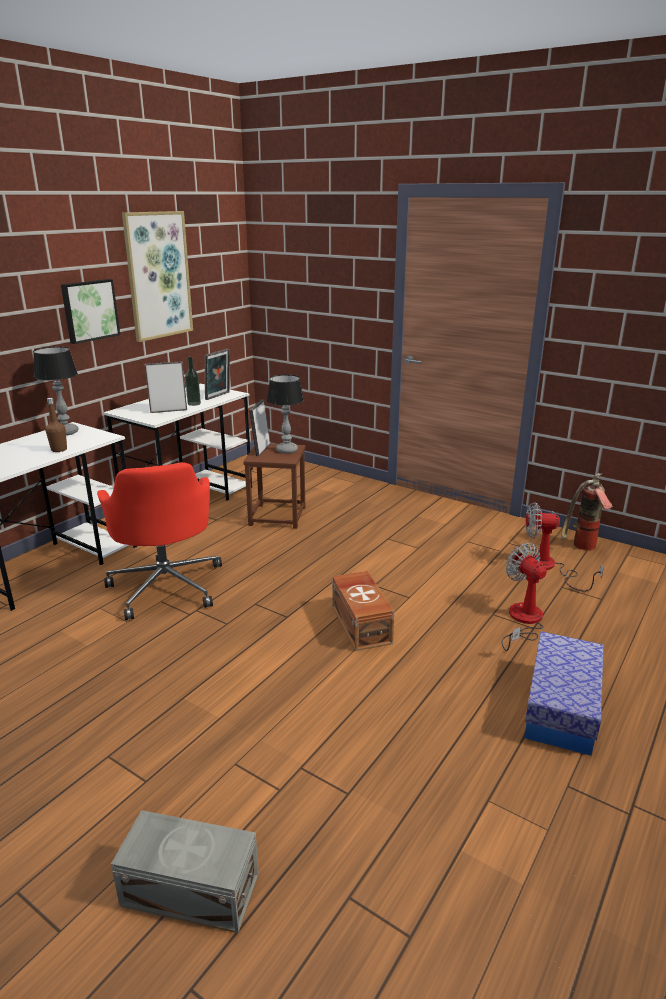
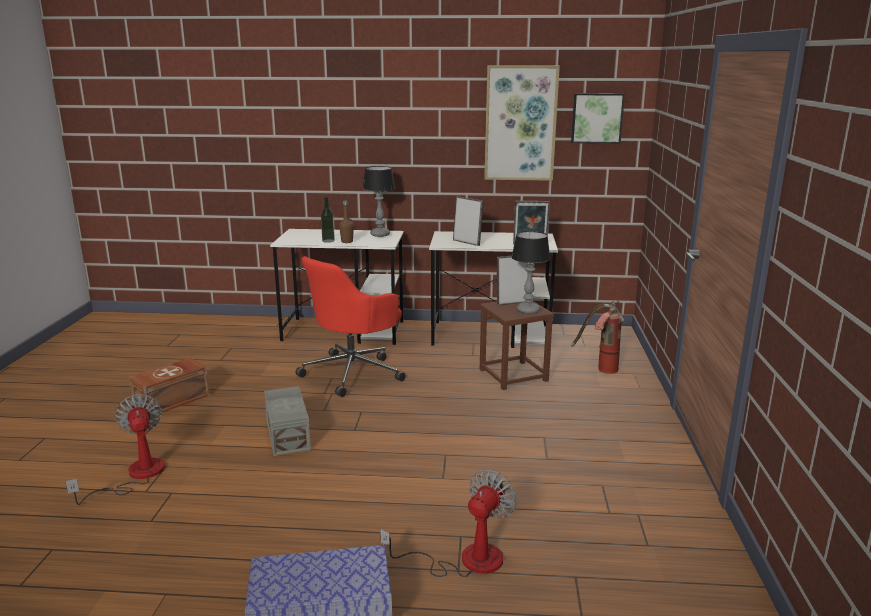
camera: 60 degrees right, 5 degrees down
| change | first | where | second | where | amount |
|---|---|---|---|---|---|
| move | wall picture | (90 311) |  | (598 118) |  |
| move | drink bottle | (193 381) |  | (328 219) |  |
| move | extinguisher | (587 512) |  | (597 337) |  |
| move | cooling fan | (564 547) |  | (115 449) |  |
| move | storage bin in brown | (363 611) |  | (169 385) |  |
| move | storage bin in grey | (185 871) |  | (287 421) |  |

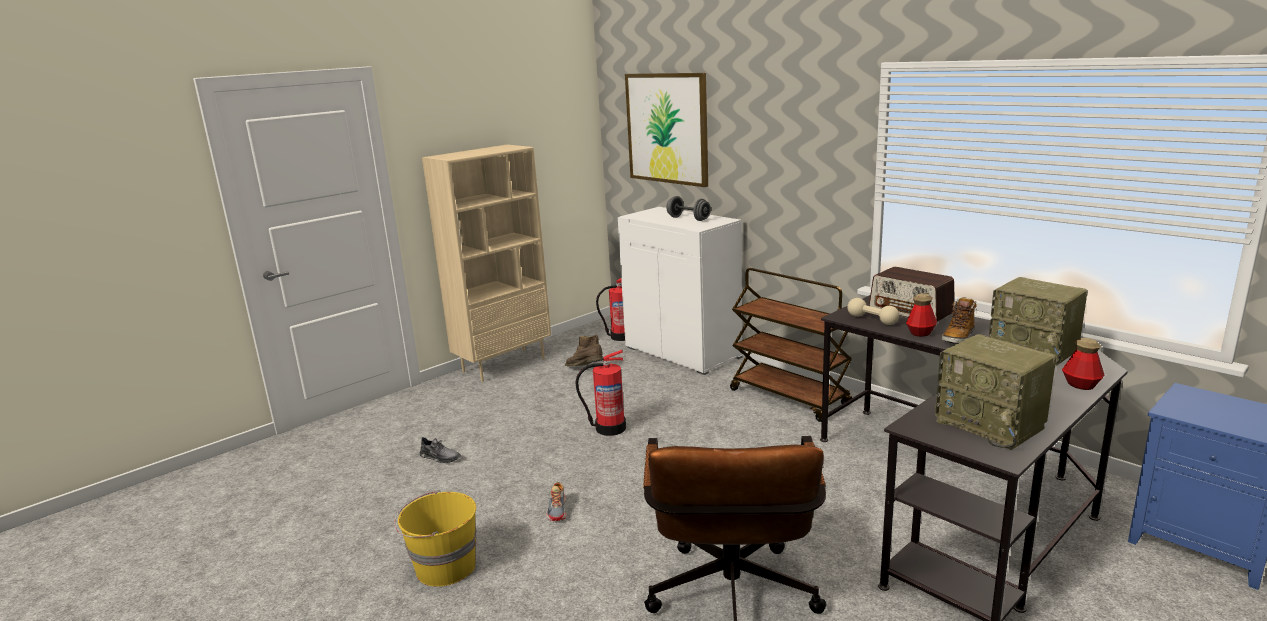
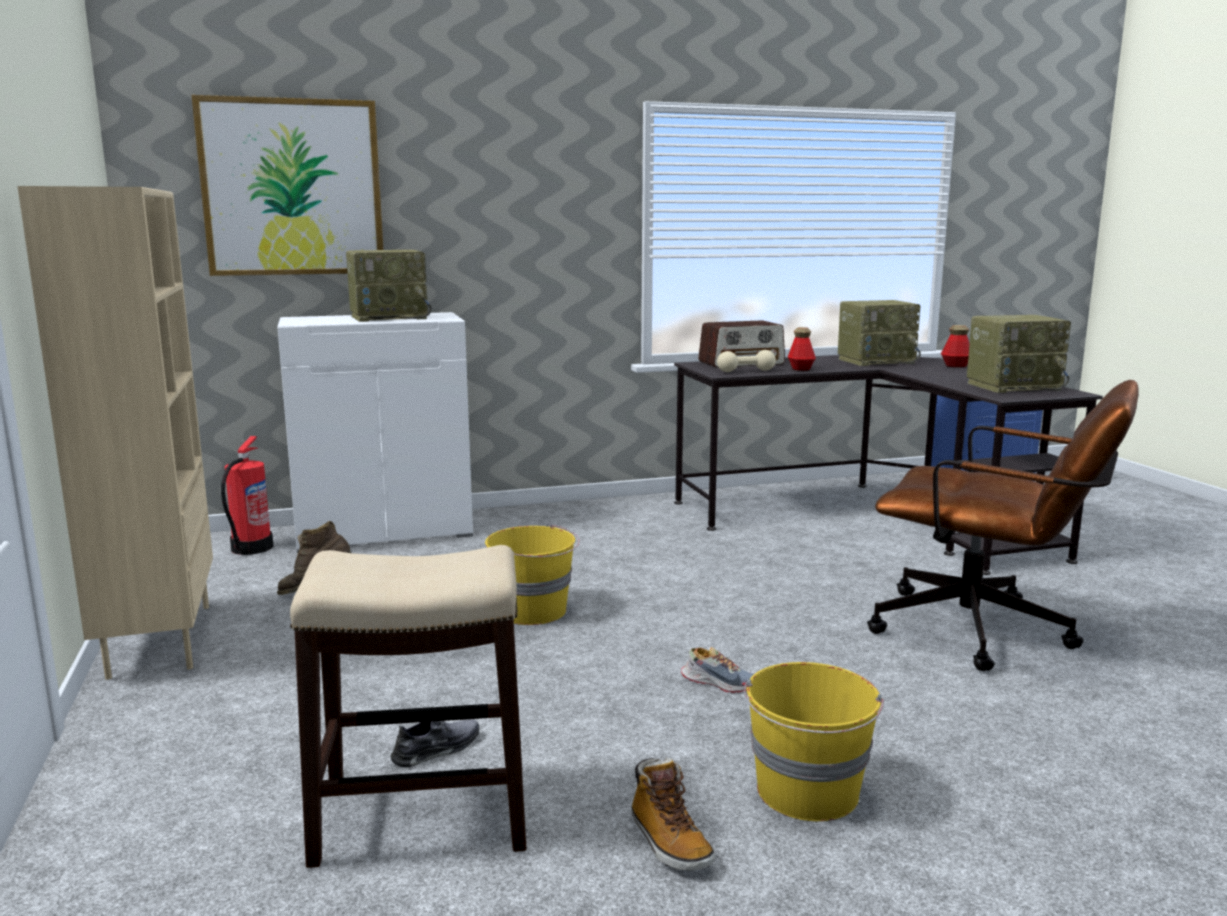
camera: 65 degrees left, 5 degrees down
| change | first | where | second | where | amount |
|---|---|---|---|---|---|
| replace | hand weight in grey | (688 208) | radio receiver | (389 286) |  |
| delete | trolley in brown | (791 345) |  |  |  |
| move | boot | (959 320) |  | (673 814) |  |
| replace | extinguisher | (600 393) | bucket in yellow-coloured | (532 574) |  |
| insert |  |  | stool | (408 706) |  |

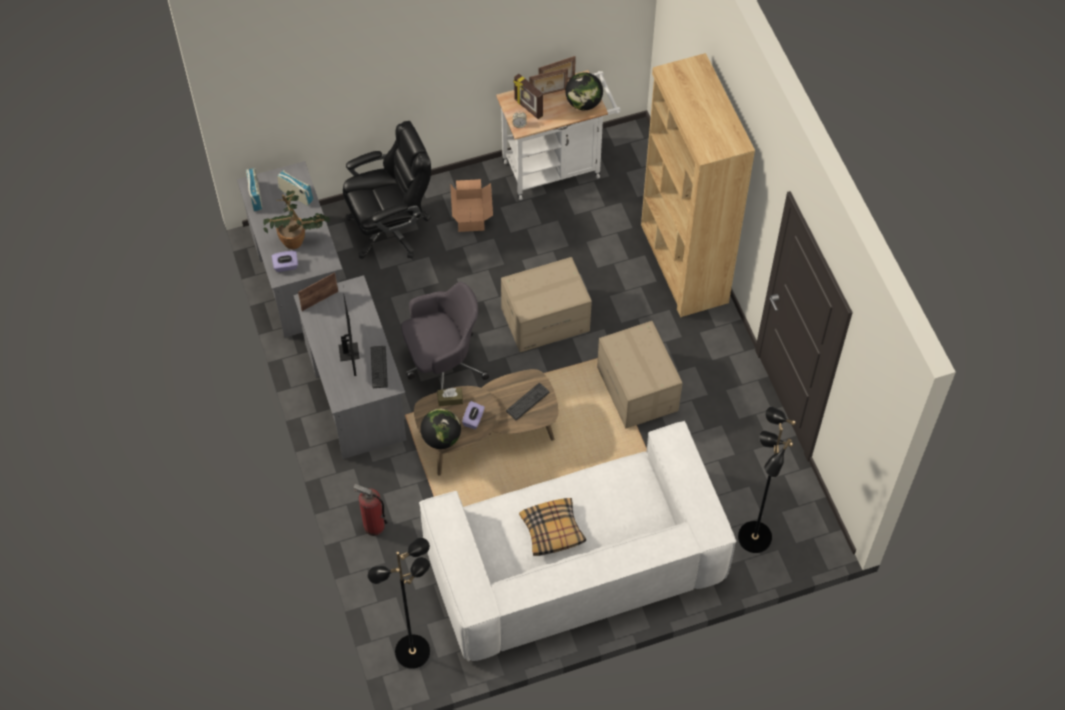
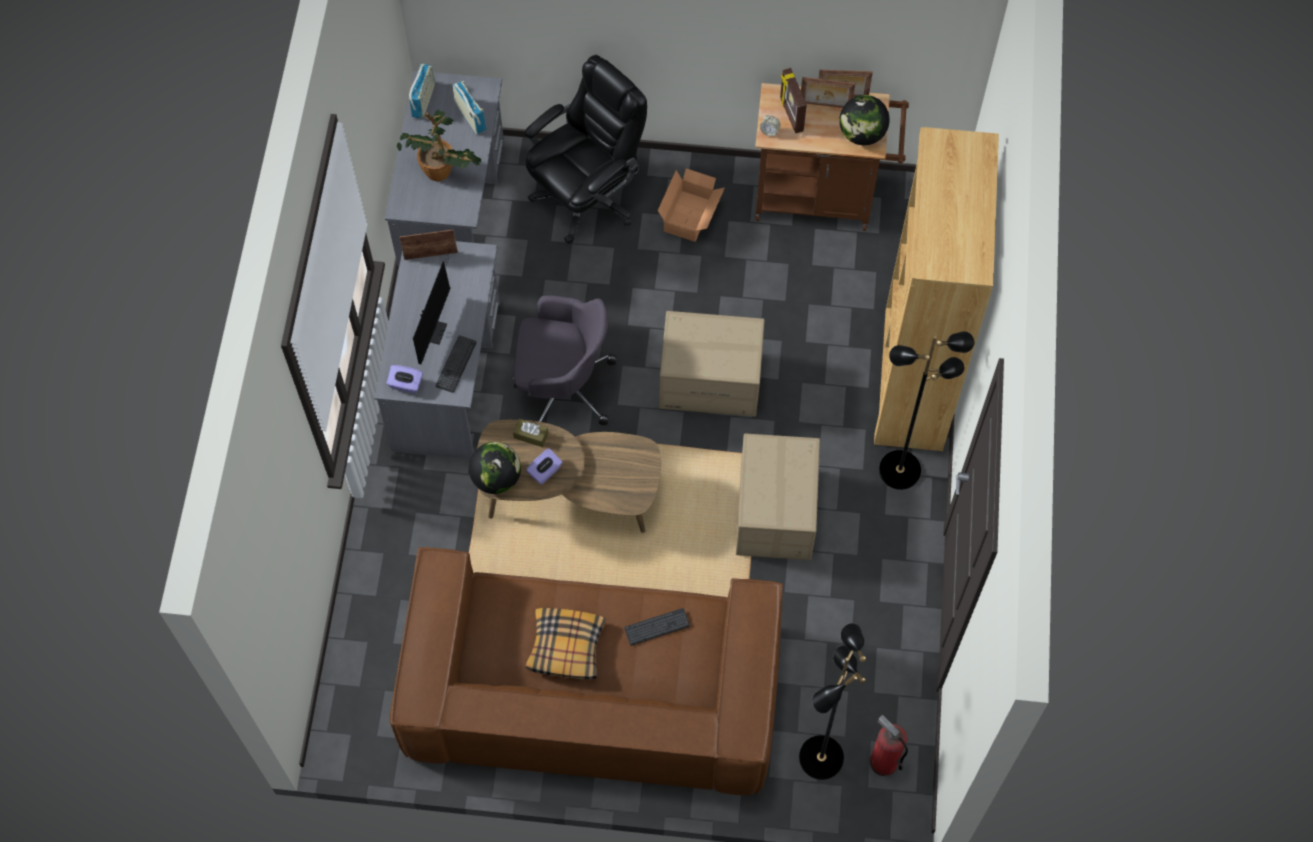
camera: 25 degrees right, 5 degrees up
| change | first | where | second | where | amount |
|---|---|---|---|---|---|
| recolor | trolley in whitish | (558 135) | trolley in brown | (832 157) |  |
| rotate | office chair in black | (387 190) |  | (586 149) | 45 degrees counterclockwise |
| move | tissue box in purplish | (285 261) |  | (405 379) |  |
| move | keyboard | (527 401) |  | (657 626) |  |
| recolor | sofa in whitish | (577 541) | sofa in brown | (586 671) |  |
| move | extinguisher | (370 510) |  | (889 745) |  |
| move | standing lamp in black | (399 603) |  | (926 410) |  |

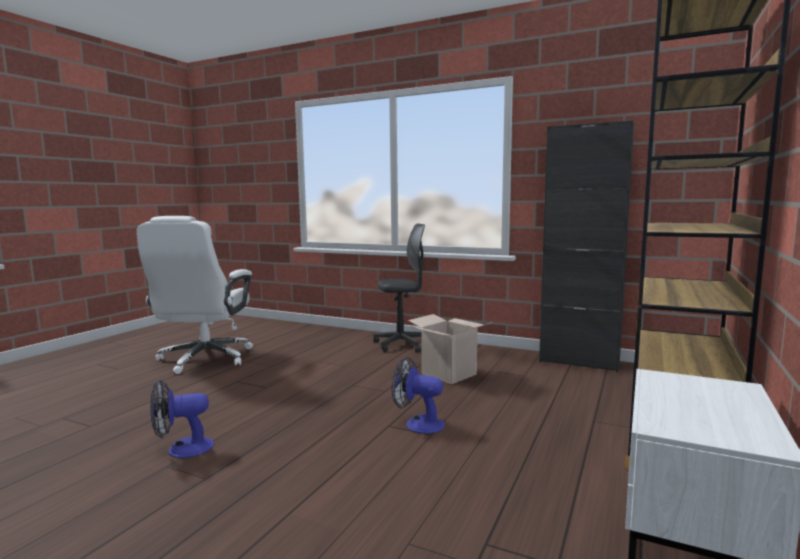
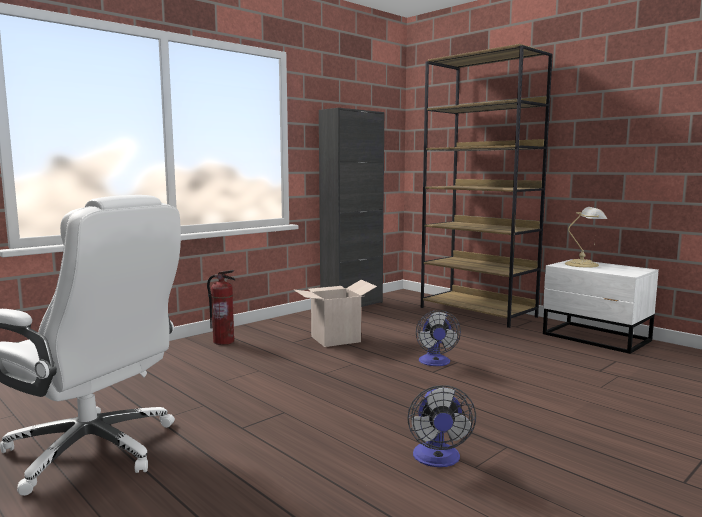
camera: 70 degrees left, 0 degrees up
| change | first | where | second | where | amount |
|---|---|---|---|---|---|
| replace | office chair in grey | (399 287) | extinguisher | (221 307) |  |
| rotate | cooling fan | (418 395) |  | (438 338) | 45 degrees counterclockwise |
| insert |  |  | table lamp | (586 237) |  |

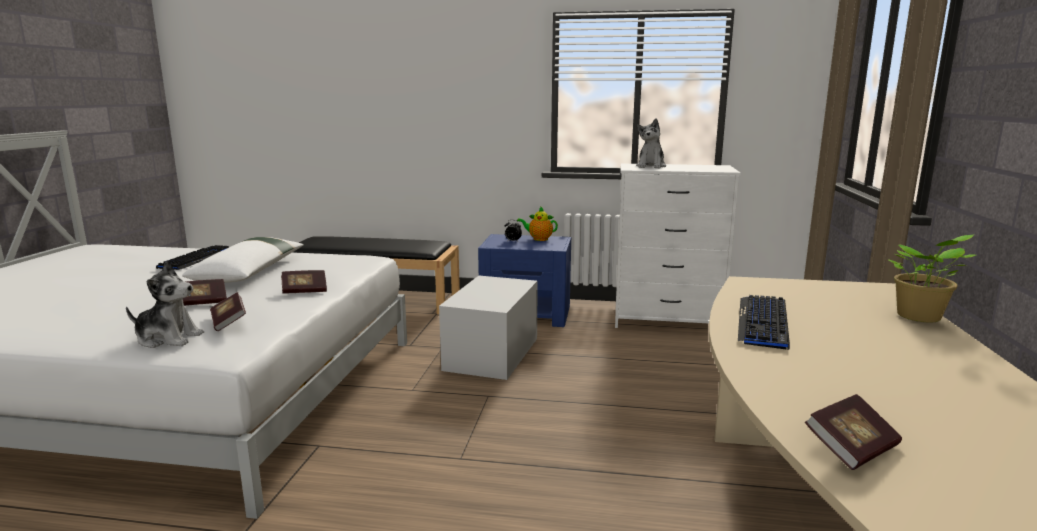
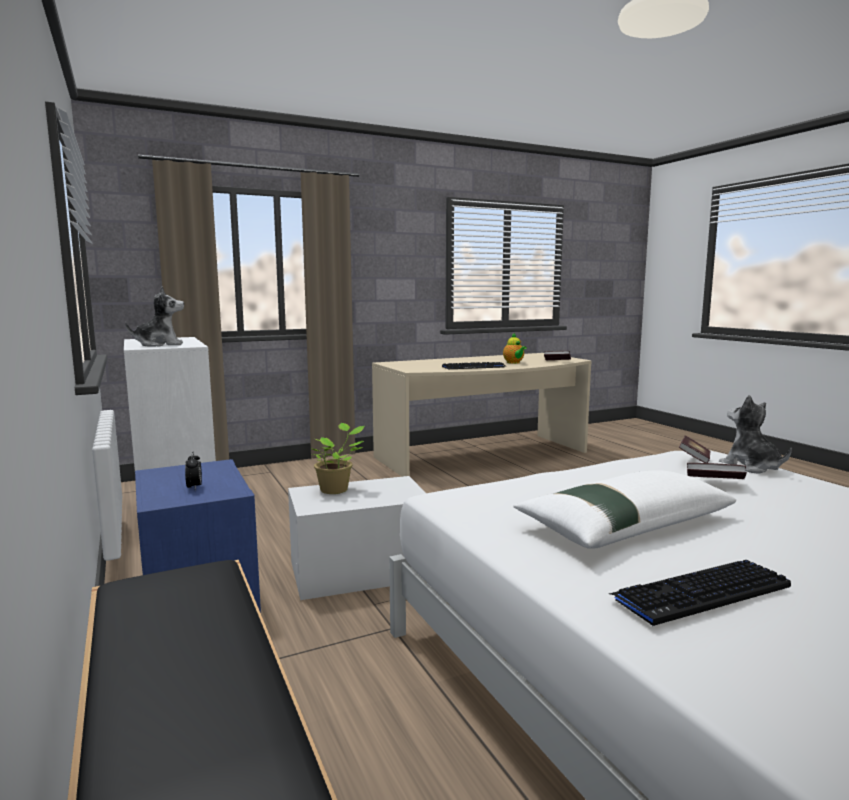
camera: 125 degrees left, 5 degrees down
| change | first | where | second | where | amount |
|---|---|---|---|---|---|
| move | tea pot | (537 223) |  | (515 348) |  |
| move | plant in a pot | (931 279) |  | (338 458) |  |
| delete | book | (304 282) |  |  |  |

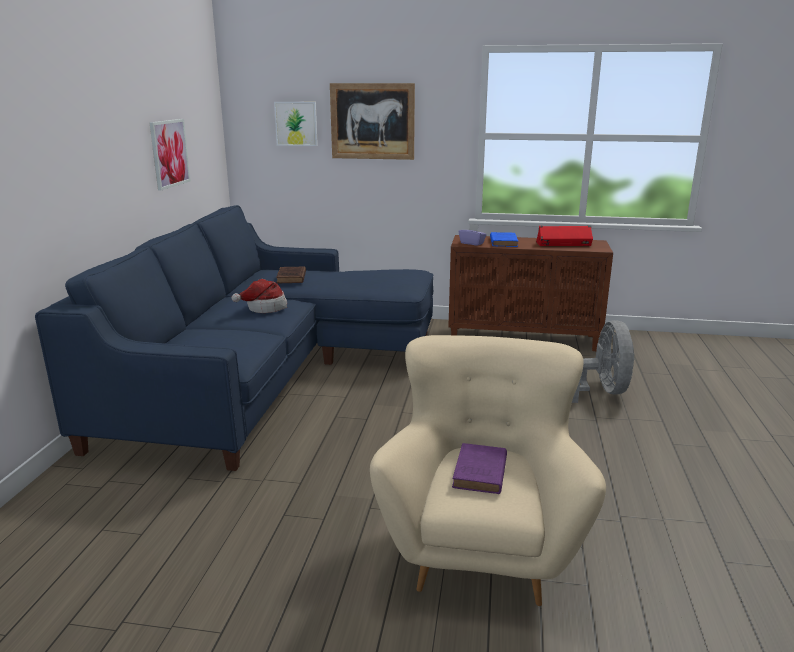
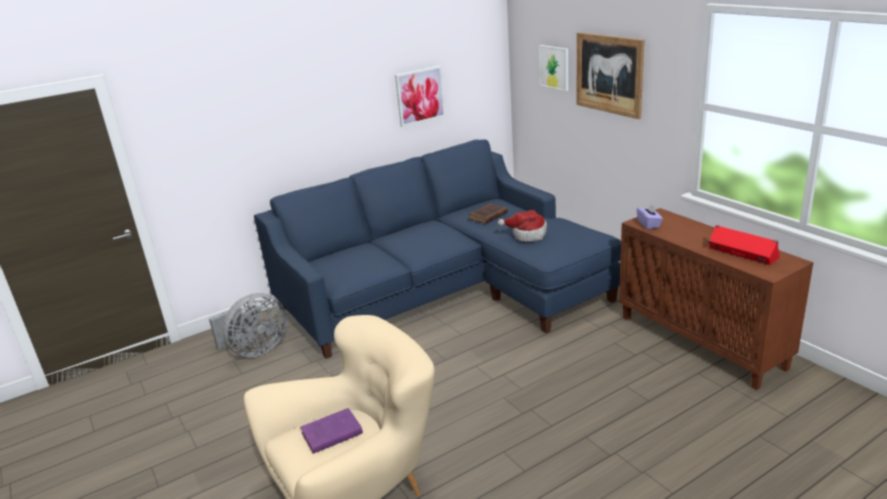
camera: 50 degrees right, 5 degrees up
| change | first | where | second | where | amount |
|---|---|---|---|---|---|
| delete | book in blue | (504 239) |  |  |  |
| move | clothing hat | (259 296) |  | (522 226) |  |
| move | cooling fan in grey | (603 361) |  | (248 325) |  |

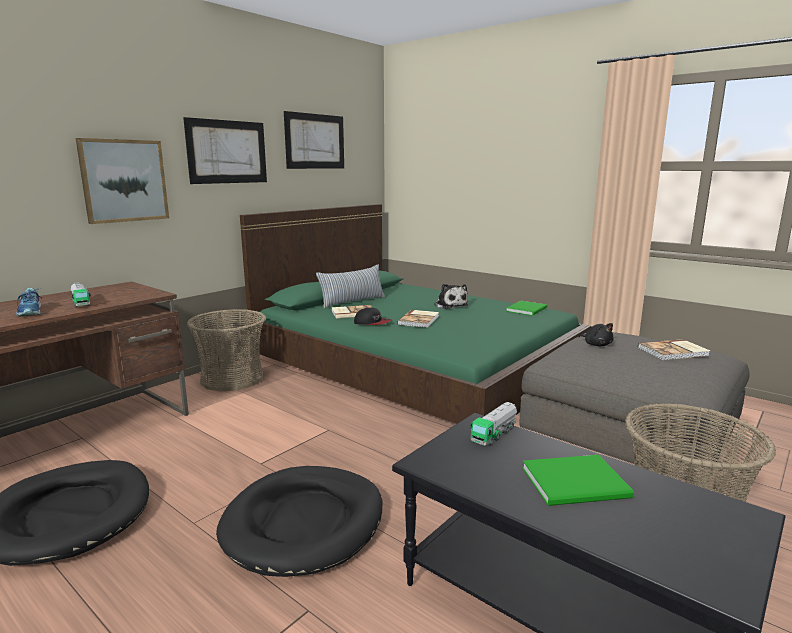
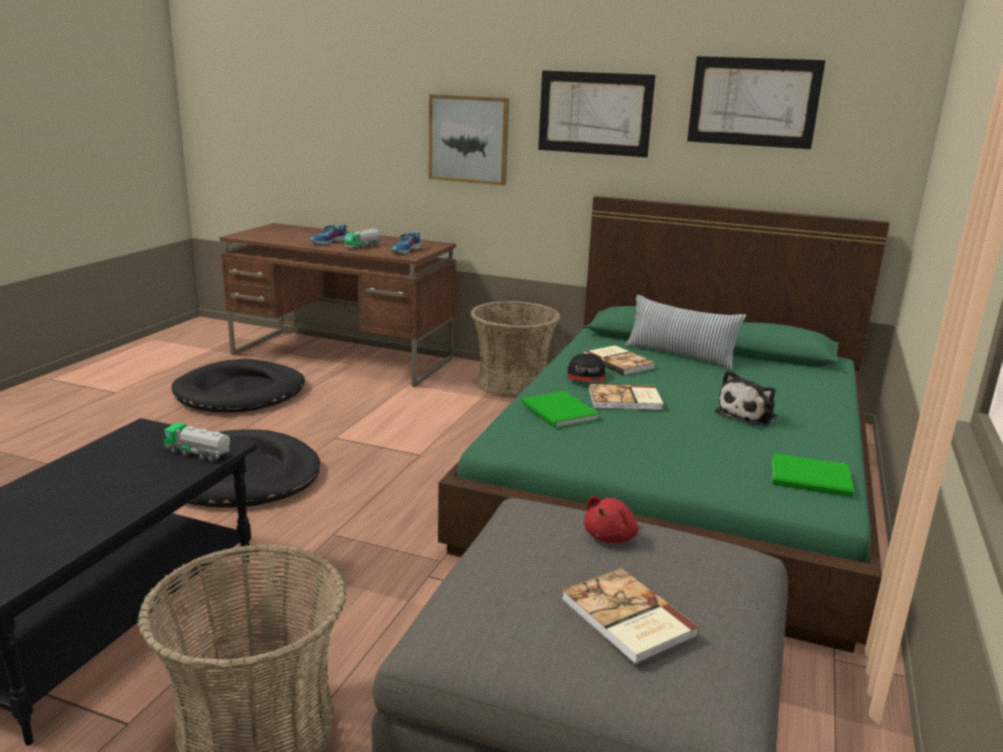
camera: 70 degrees right, 5 degrees up
| change | first | where | second | where | amount |
|---|---|---|---|---|---|
| recolor | plush toy in black | (596 334) | plush toy in reddish | (611 519) |  |
| move | book in green-coloured | (578 480) |  | (560 409) |  |
| insert |  |  | shoe | (406 242) |  |

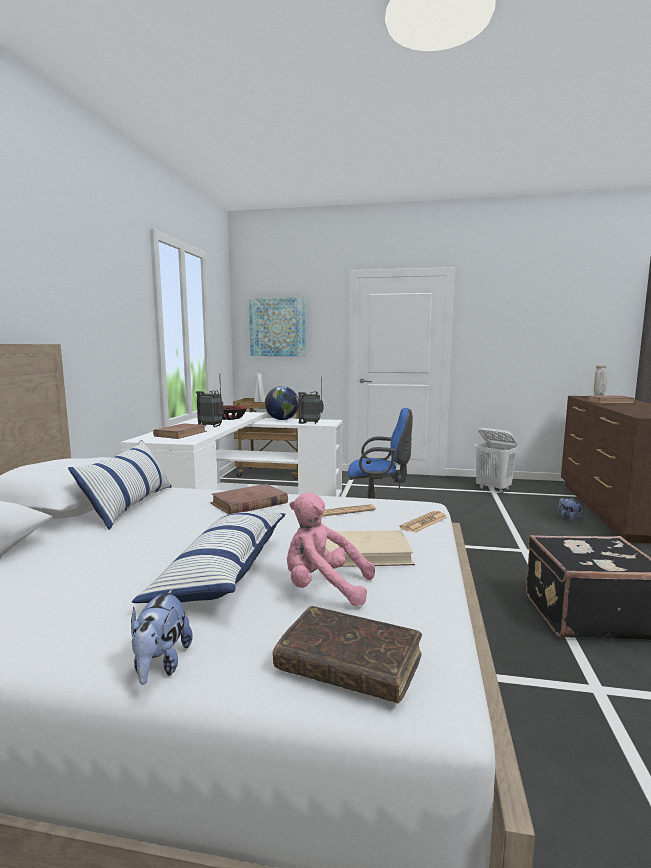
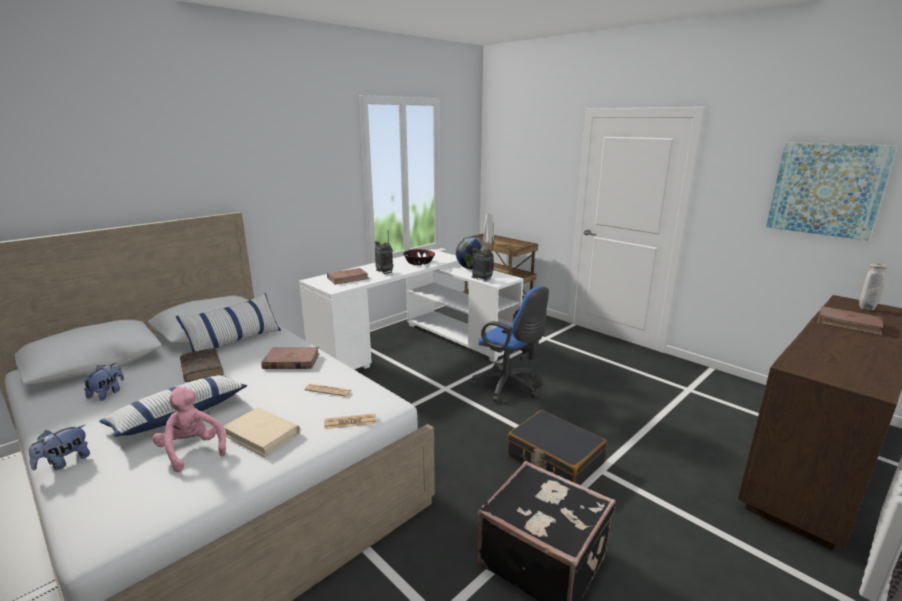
camera: 35 degrees right, 10 degrees up
| change | first | where | second | where | amount |
|---|---|---|---|---|---|
| move | wall picture | (277 326) |  | (831 191) |  |
| delete | washing basket in whitish | (496 460) |  |  |  |
| move | plush toy | (570 509) |  | (103 382) |  |
| move | book in brown | (347 654) |  | (202 365) |  |
| insert |  |  | travel case in black | (557 447) |  |

